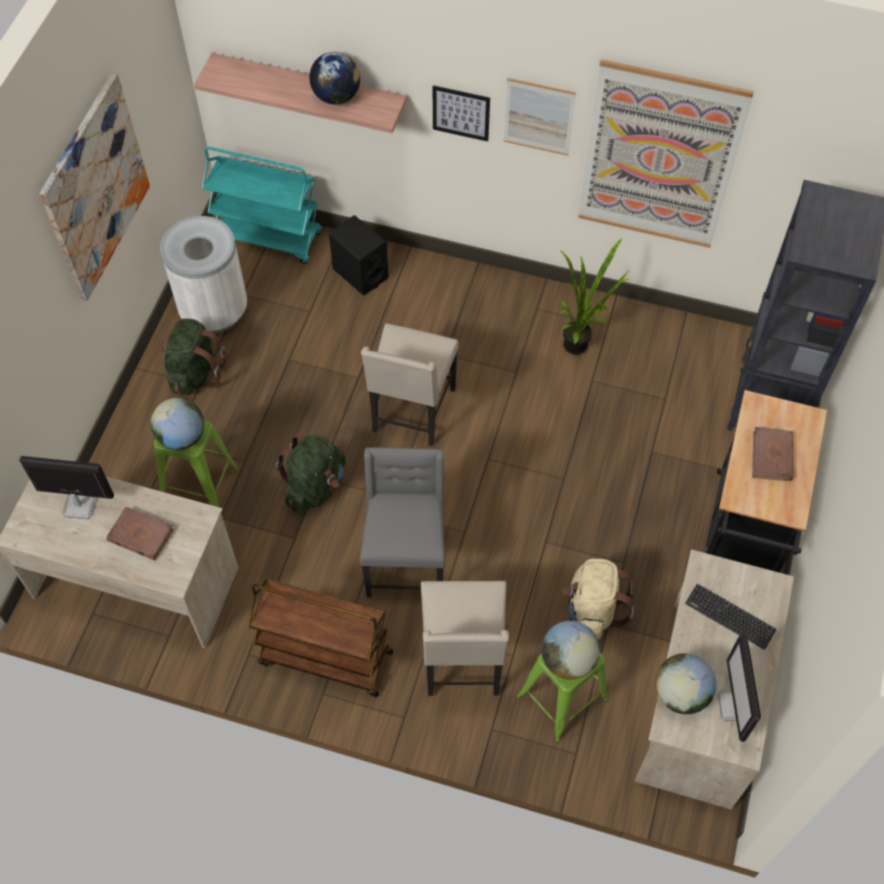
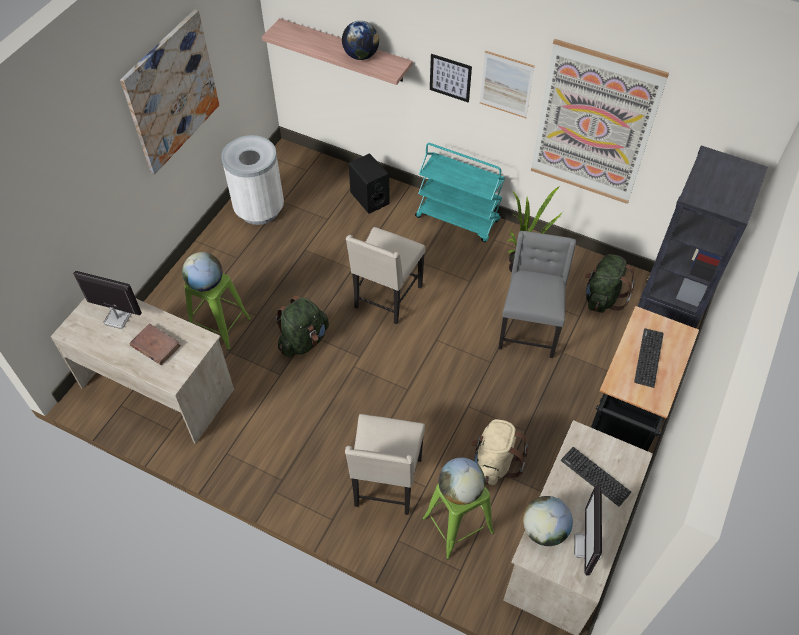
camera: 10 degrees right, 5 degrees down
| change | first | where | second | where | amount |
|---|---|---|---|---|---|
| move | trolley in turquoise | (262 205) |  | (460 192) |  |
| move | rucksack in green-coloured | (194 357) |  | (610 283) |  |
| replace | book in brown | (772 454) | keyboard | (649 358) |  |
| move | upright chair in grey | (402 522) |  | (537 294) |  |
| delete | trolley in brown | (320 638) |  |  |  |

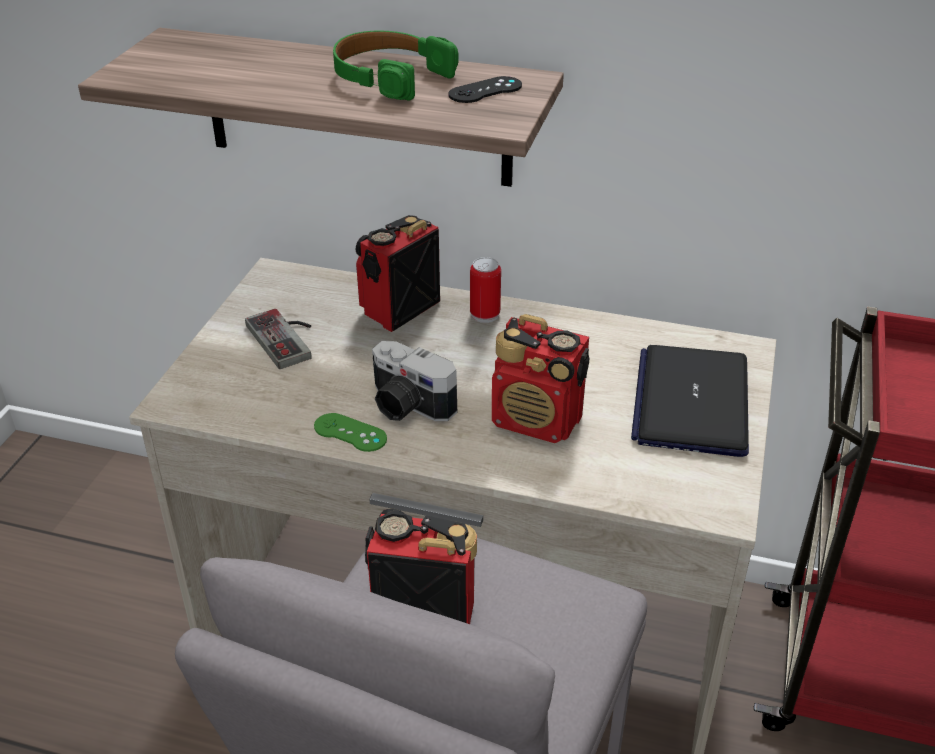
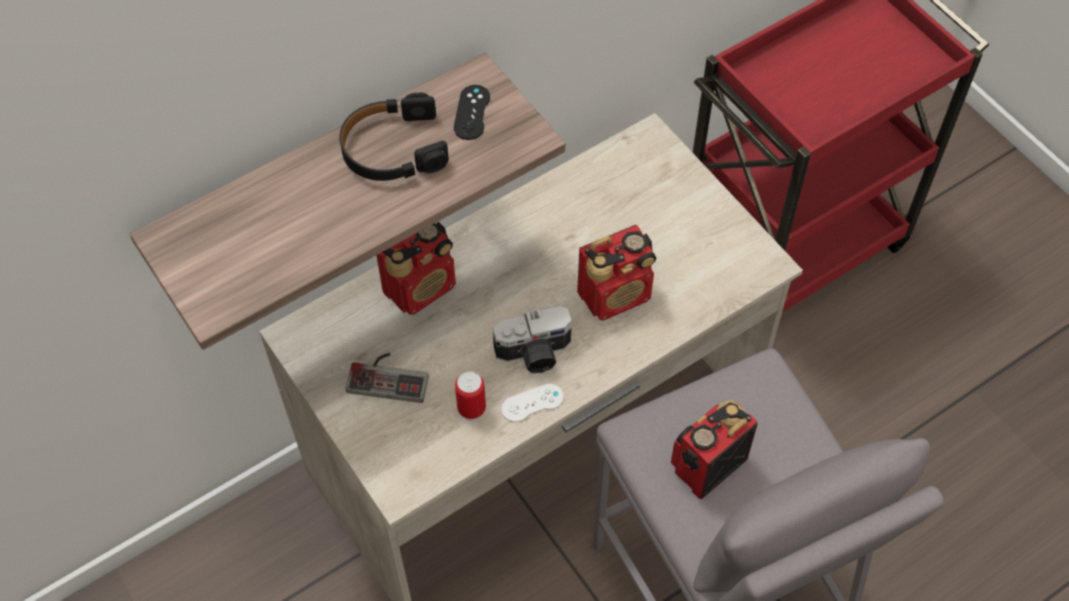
camera: 50 degrees left, 20 degrees up
| change | first | where | second | where | amount |
|---|---|---|---|---|---|
| recolor | headphones in green-coloured | (396 65) | headphones in black | (394 137) |  |
| rotate | radio receiver | (397 273) |  | (416 268) | 120 degrees counterclockwise |
| move | sealed can | (485 290) |  | (470 395) |  |
| delete | notebook computer | (690 401) |  |  |  |
| recolor | gamepad in green-coloured | (350 432) | gamepad in whitish | (532 403) |  |

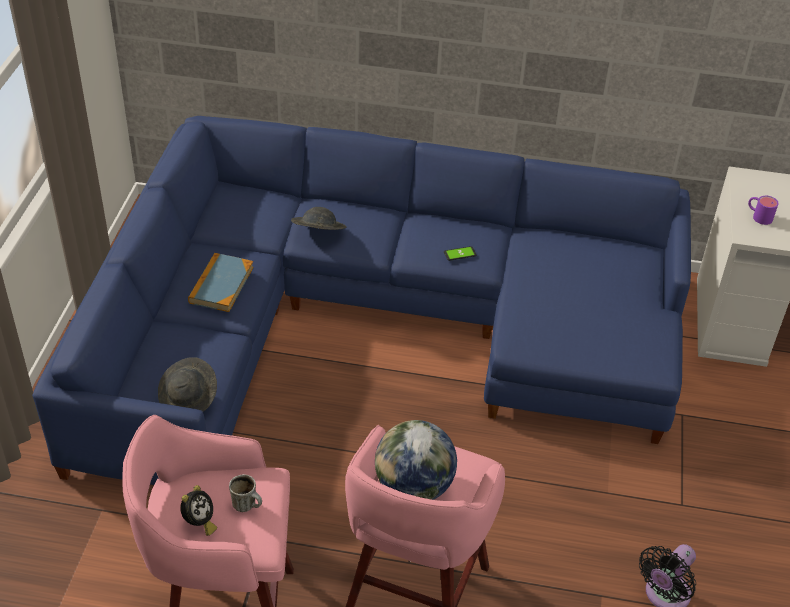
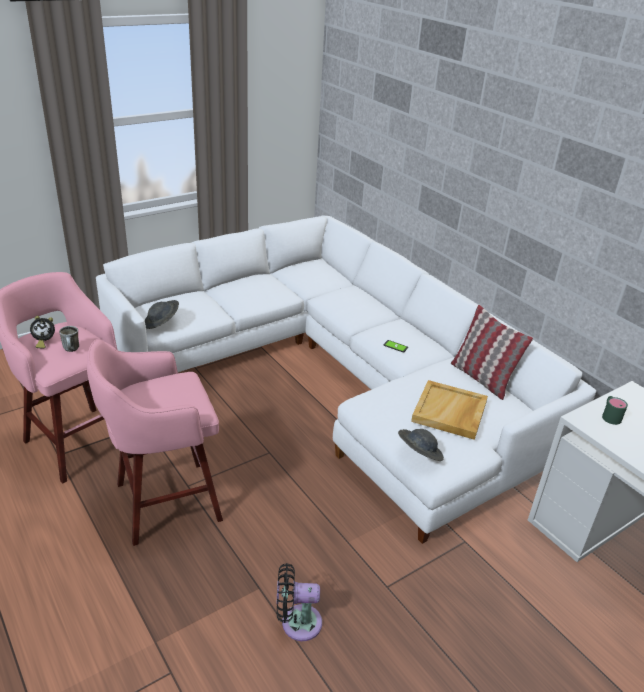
camera: 45 degrees right, 10 degrees down
| change | first | where | second | where | amount |
|---|---|---|---|---|---|
| recolor | sofa in blue | (361 300) | sofa in whitish | (346 379) |  |
| recolor | coffee mug in purplish | (763 210) | coffee mug in green-coloured | (615 410) |  |
| move | clothing hat in grey | (318 218) |  | (421 445) |  |
| delete | book | (221 282) |  |  |  |
| delete | world globe | (416 460) |  |  |  |
| insert |  |  | throw pillow | (492 352) |  |
| insert |  |  | serving tray in beige-coloured | (449 410) |  |

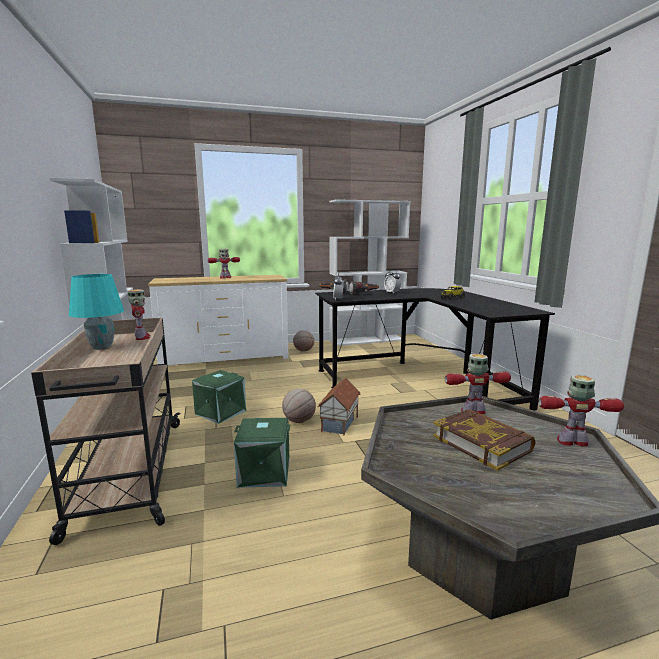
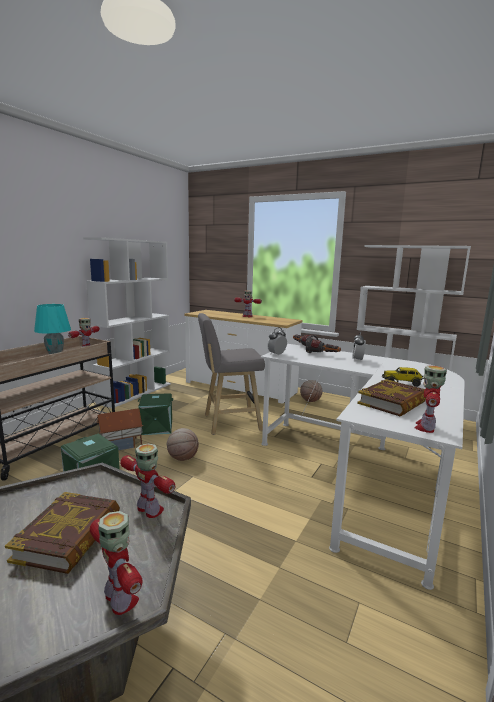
camera: 45 degrees right, 0 degrees up
| change | first | where | second | where | amount |
|---|---|---|---|---|---|
| recolor | desk unit in black | (435 349) | desk unit in whitish | (363 467) |  |
| move | toy house | (339 406) |  | (120 429) |  |
| insert |  |  | stool in grey | (231 374) |  |
| insert |  |  | toy robot | (430 399) |  |
| insert |  |  | book | (391 398) |  |

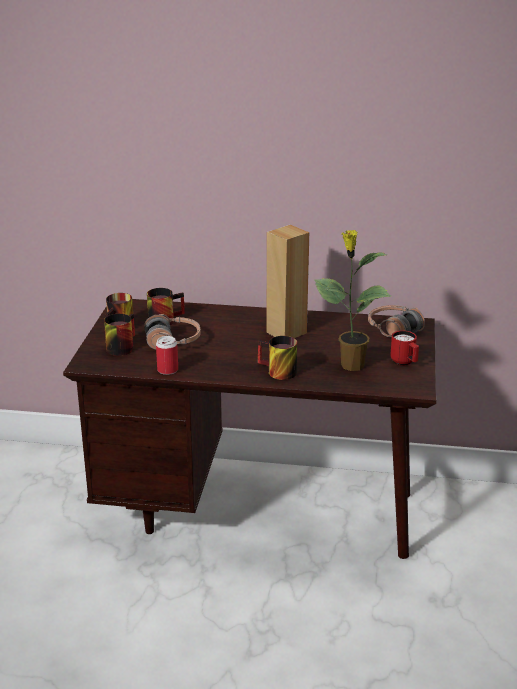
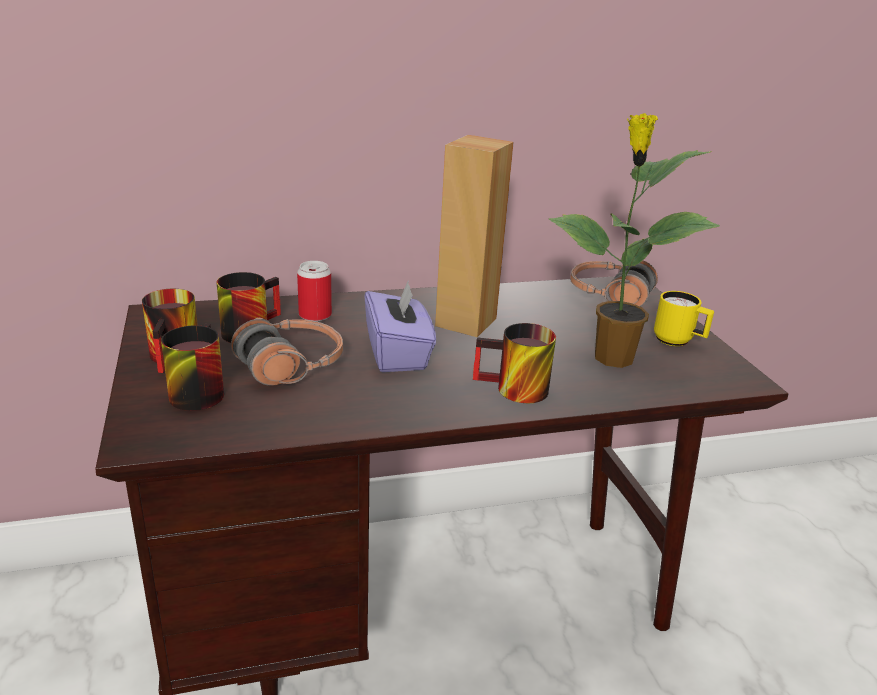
camera: 25 degrees left, 0 degrees up
| change | first | where | second | where | amount |
|---|---|---|---|---|---|
| recolor | coffee mug in reddish | (404 348) | coffee mug in yellow-coloured | (684 318) |  |
| move | sealed can | (167 355) |  | (314 291) |  |
| insert |  |  | tissue box in purplish | (400 325) |  |

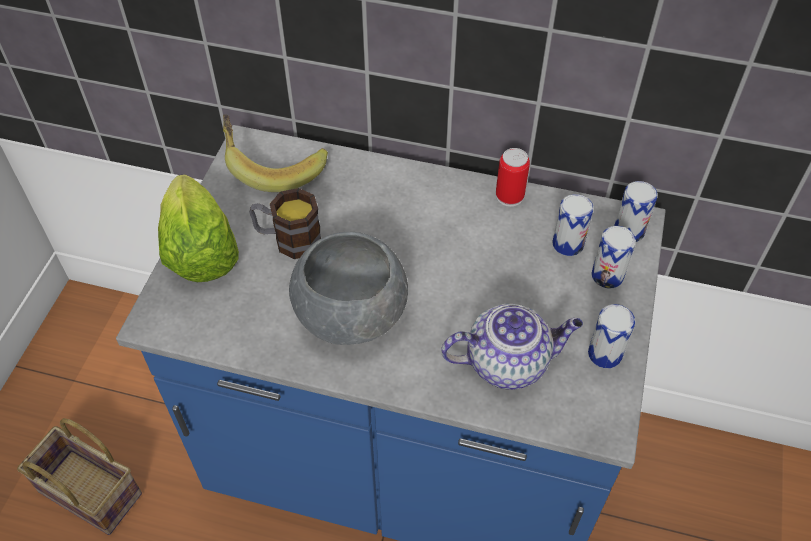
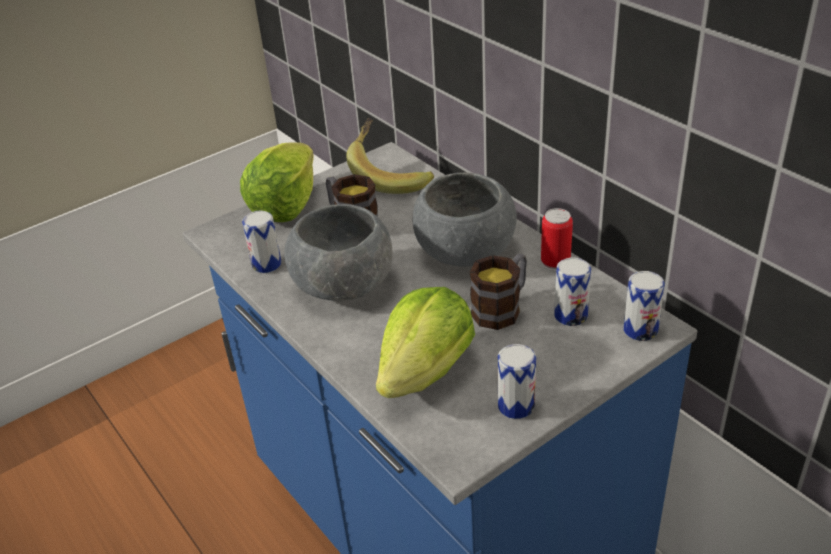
camera: 40 degrees right, 15 degrees down
| change | first | where | second | where | amount |
|---|---|---|---|---|---|
| move | sealed can | (614 257) |  | (261 242) |  |
| replace | tea pot | (512 347) | head of lettuce | (425 342) |  |
| delete | basket | (79 476) |  |  |  |
| insert |  |  | bowl in grey | (465 220) |  |
| insert |  |  | coffee mug | (498 292) |  |

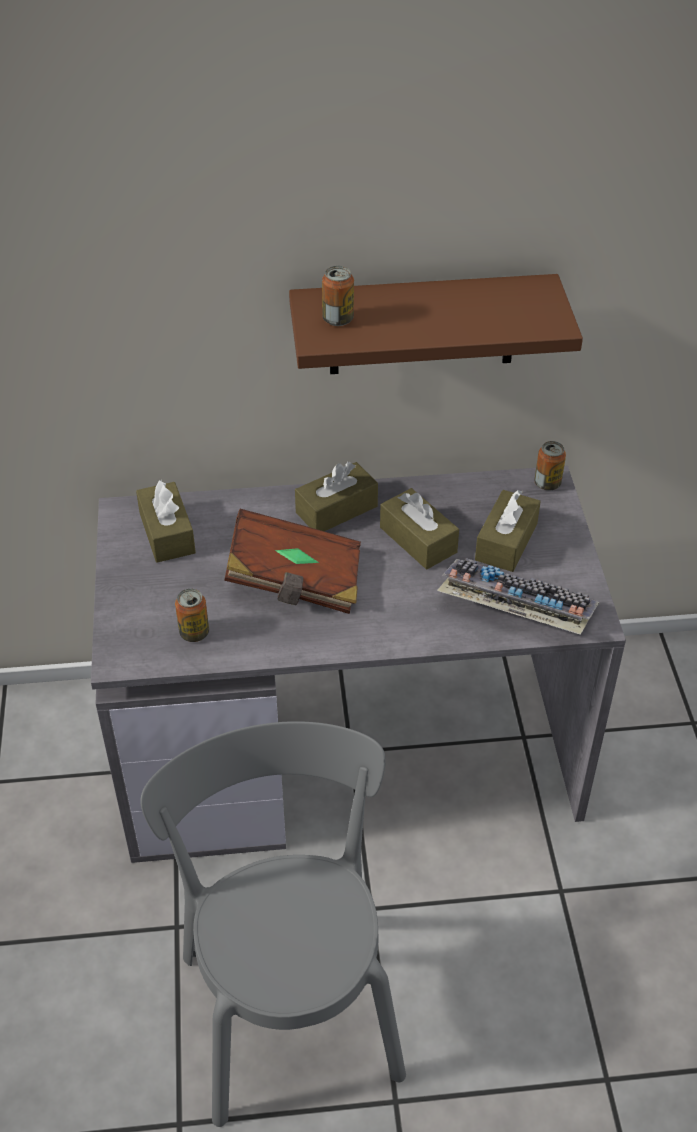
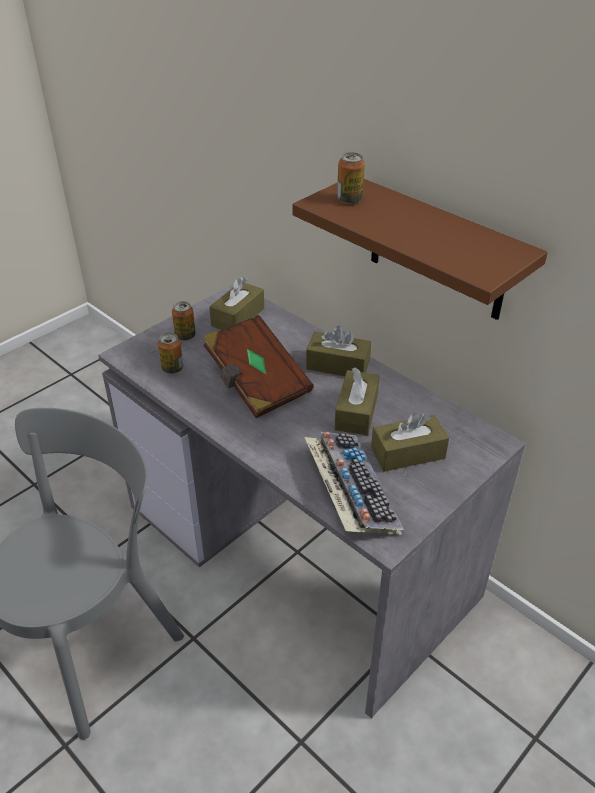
camera: 50 degrees right, 5 degrees down
| change | first | where | second | where | amount |
|---|---|---|---|---|---|
| move | sealed can | (550 466) |  | (184 321) |  |

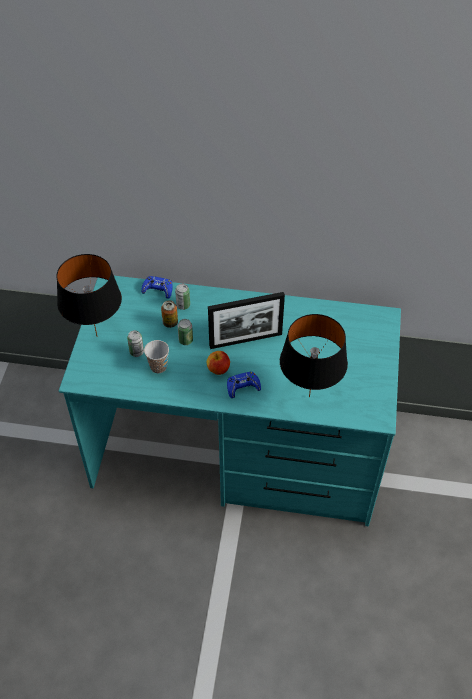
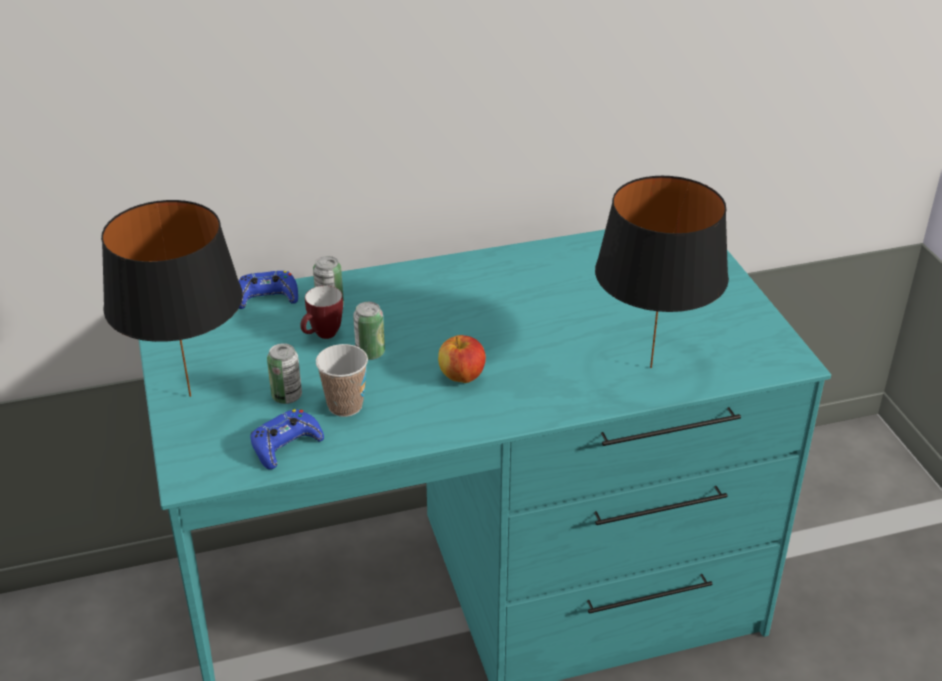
camera: 25 degrees left, 15 degrees down
| change | first | where | second | where | amount |
|---|---|---|---|---|---|
| delete | photo frame | (246 320) |  |  |  |
| replace | sealed can | (169 314) | coffee mug | (321 312) |  |
| move | gamepad in blue | (244 385) |  | (287 439) |  |

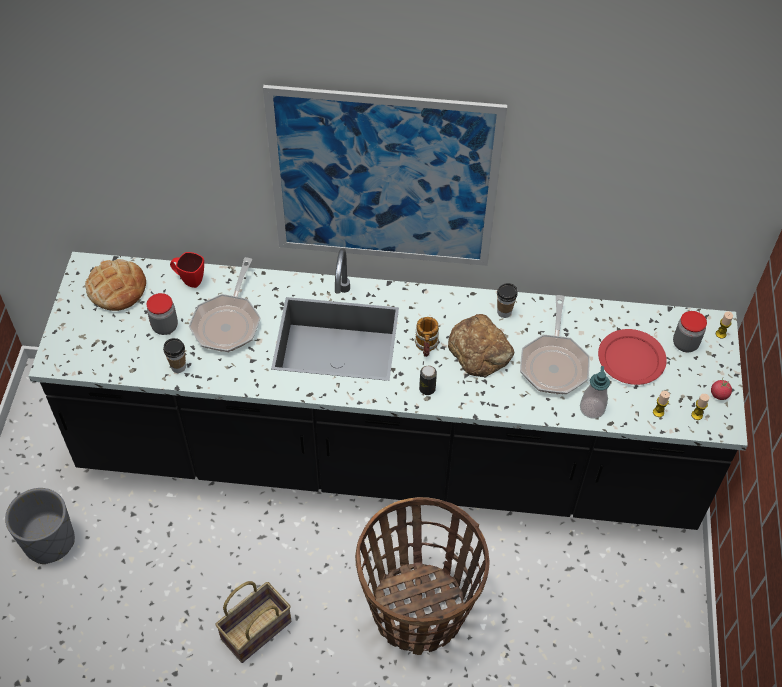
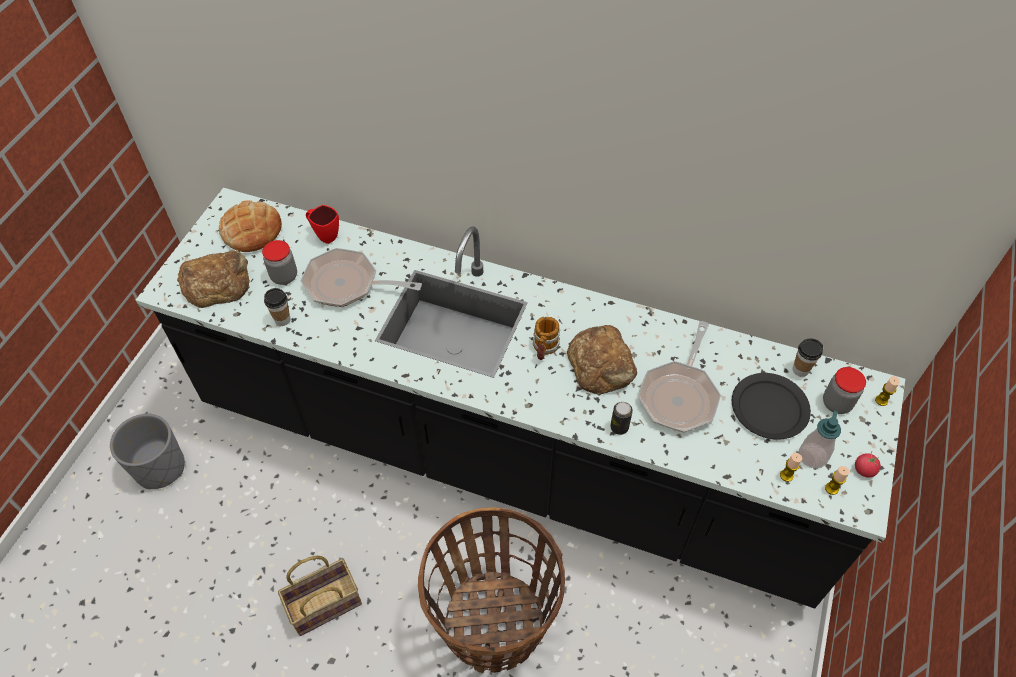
camera: 15 degrees right, 0 degrees up
| change | first | where | second | where | amount |
|---|---|---|---|---|---|
| delete | wall picture | (385 175) |  |  |  |
| rotate | skillet | (225 304) |  | (361 277) | 75 degrees clockwise |
| move | cup | (507 300) |  | (807 358) |  |
| recolor | dinner plate in reddish | (632 357) | dinner plate in black | (771 406) |  |
| move | sealed can | (428 380) |  | (621 418) |  |
| move | soap dispenser | (595 392) |  | (820 440) |  |
| insert |  |  | bread | (213 279) |  |

